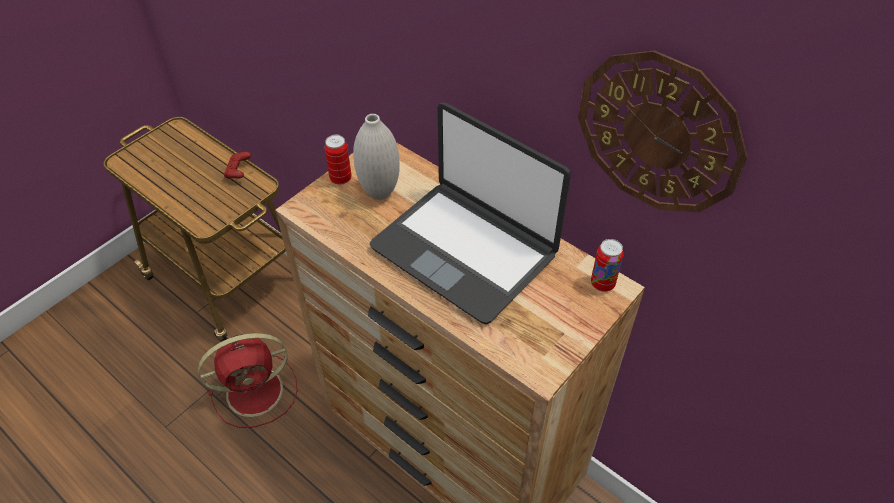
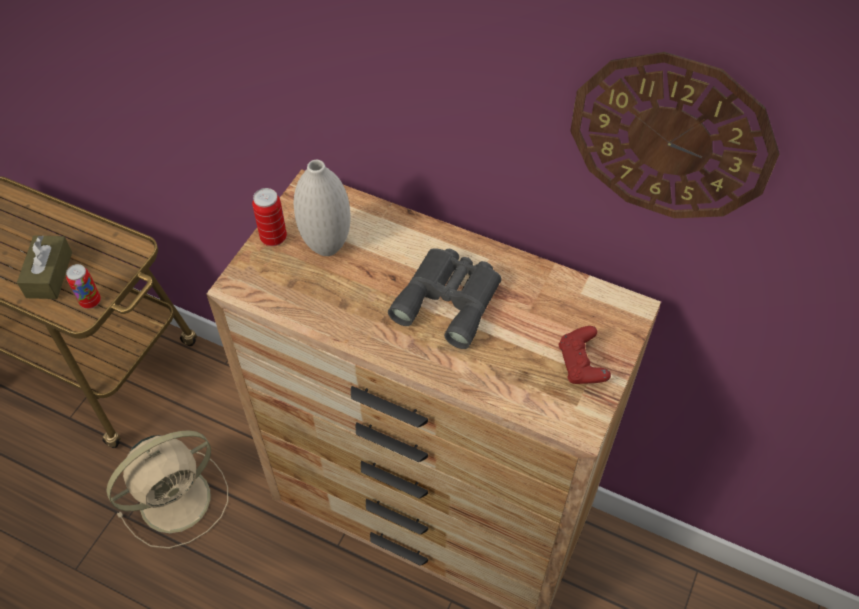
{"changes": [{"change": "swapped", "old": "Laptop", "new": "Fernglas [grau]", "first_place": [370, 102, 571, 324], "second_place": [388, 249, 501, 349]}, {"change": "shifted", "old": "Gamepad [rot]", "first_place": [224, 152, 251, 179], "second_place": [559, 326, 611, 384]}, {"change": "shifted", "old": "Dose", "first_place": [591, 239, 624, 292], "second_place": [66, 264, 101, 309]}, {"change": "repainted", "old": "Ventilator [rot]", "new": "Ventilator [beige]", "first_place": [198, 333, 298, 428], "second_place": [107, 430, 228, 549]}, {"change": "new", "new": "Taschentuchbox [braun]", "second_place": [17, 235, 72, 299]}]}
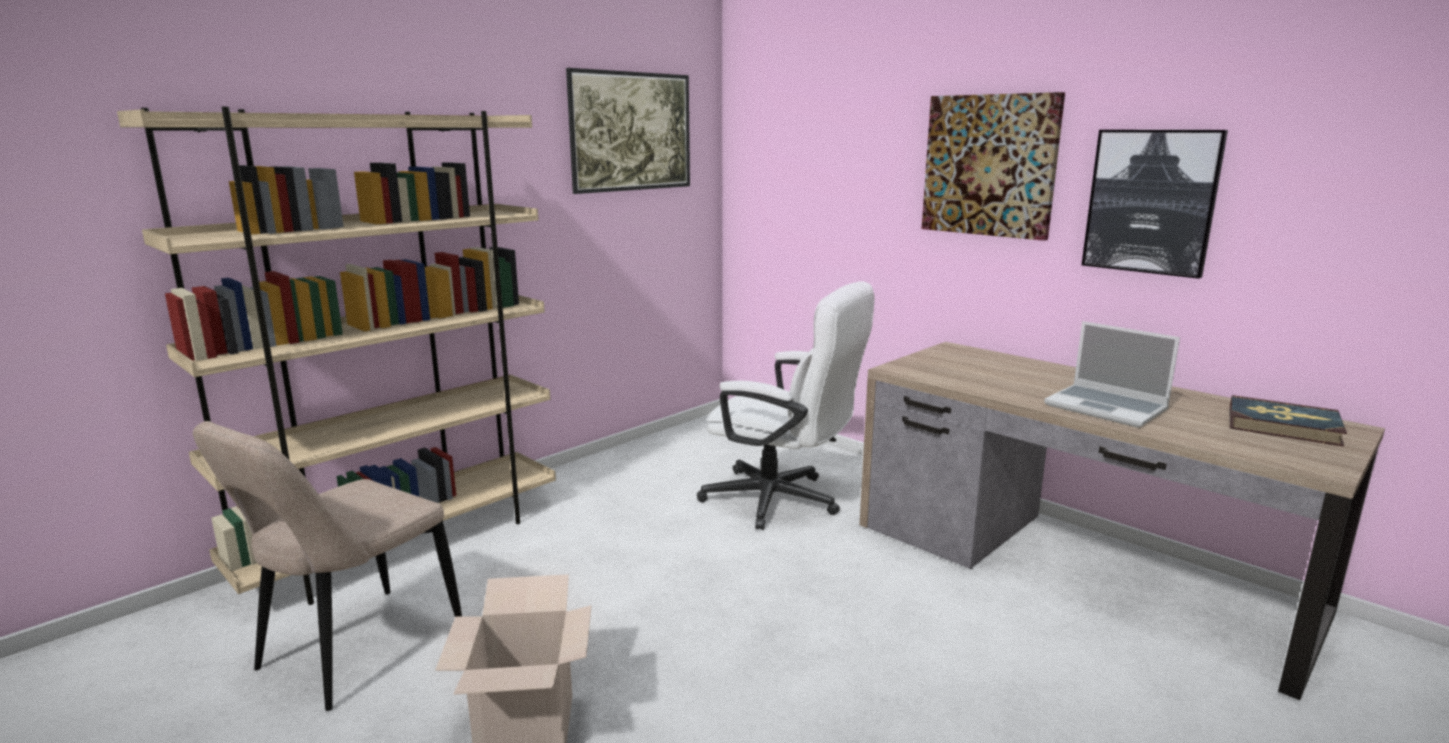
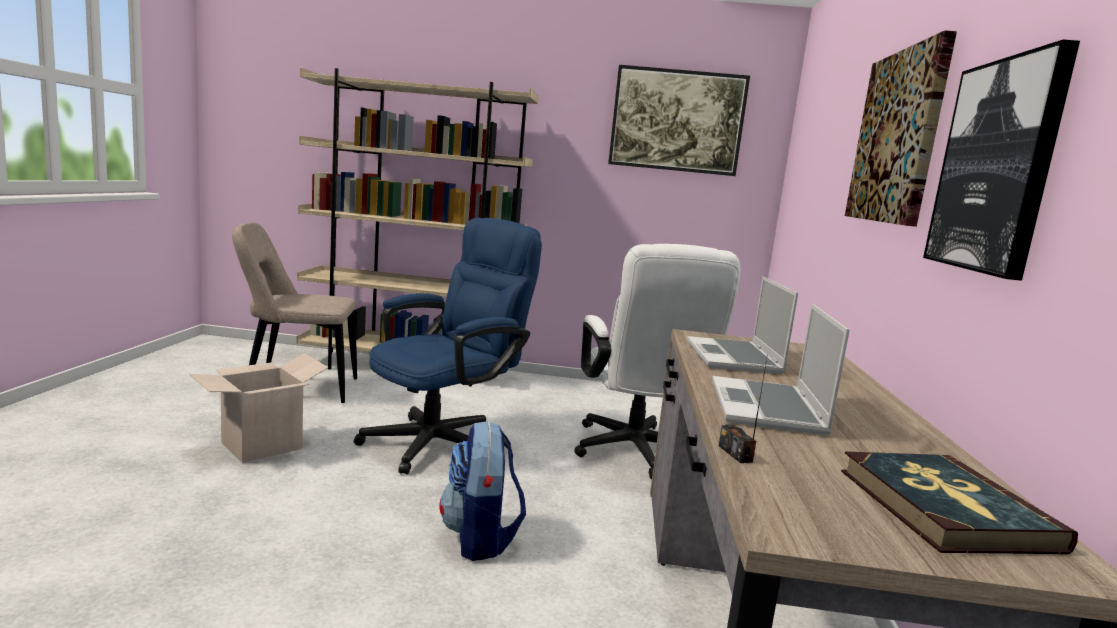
{"changes": [{"change": "new", "new": "Bürostuhl [blau]", "second_place": [354, 218, 542, 474]}, {"change": "new", "new": "Laptop", "second_place": [687, 276, 798, 374]}, {"change": "new", "new": "Radio", "second_place": [719, 359, 767, 463]}, {"change": "new", "new": "Rucksack", "second_place": [439, 421, 526, 561]}]}
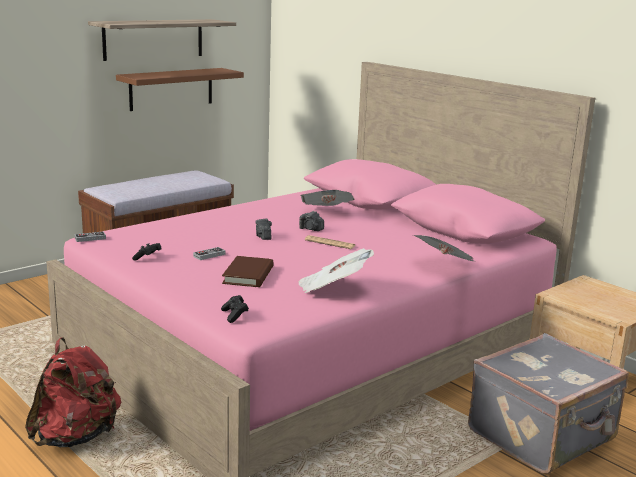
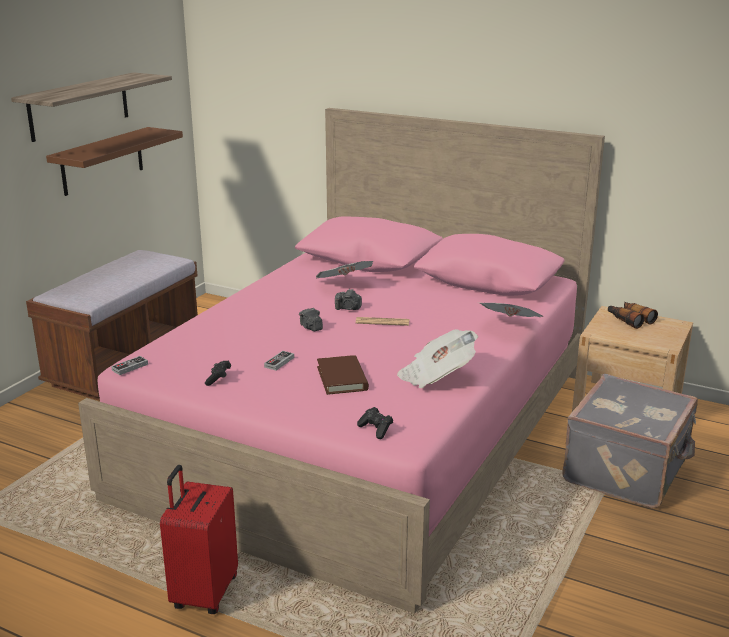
{"changes": [{"change": "swapped", "old": "Rucksack [rot]", "new": "Koffer [rot]", "first_place": [25, 338, 121, 447], "second_place": [160, 465, 238, 614]}, {"change": "new", "new": "Fernglas", "second_place": [608, 301, 658, 329]}]}
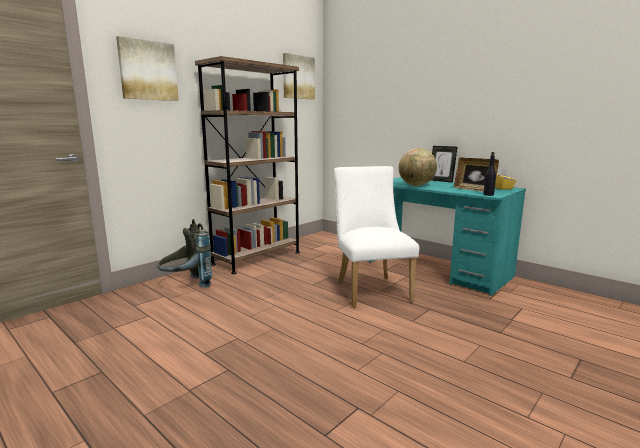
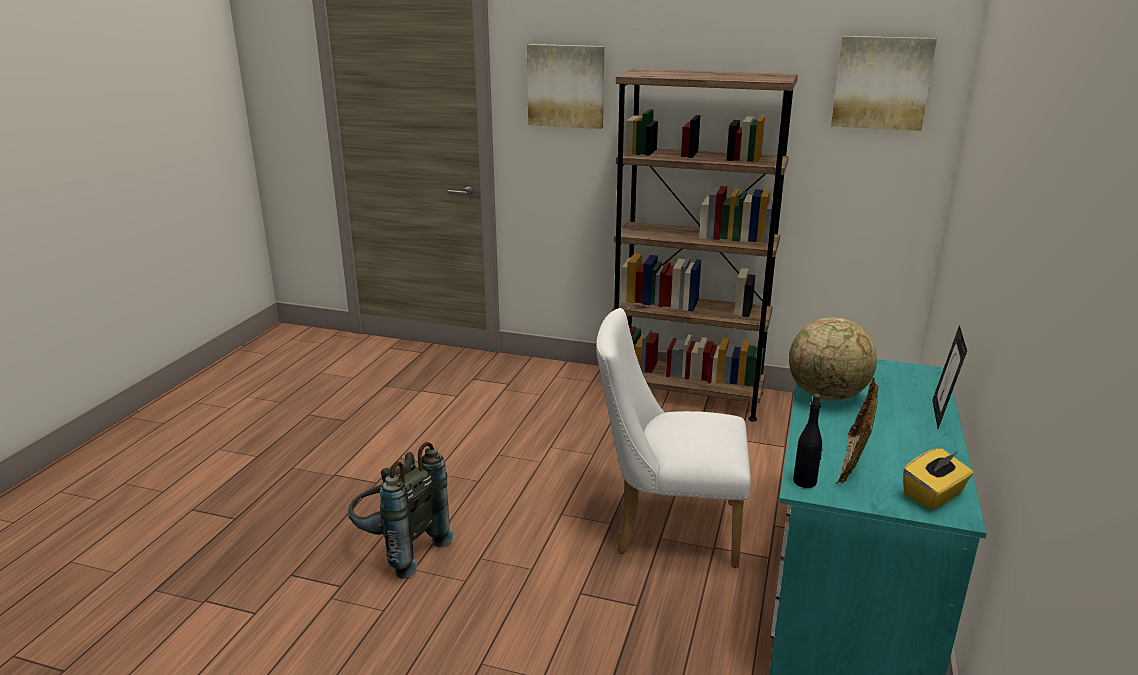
{"changes": [{"change": "rotated", "old": "Stuhl [weiß]", "first_place": [334, 166, 419, 308], "second_place": [596, 308, 751, 568], "degrees": -135}, {"change": "shifted", "old": "Rucksack [grau]", "first_place": [157, 219, 212, 288], "second_place": [348, 442, 454, 579]}]}
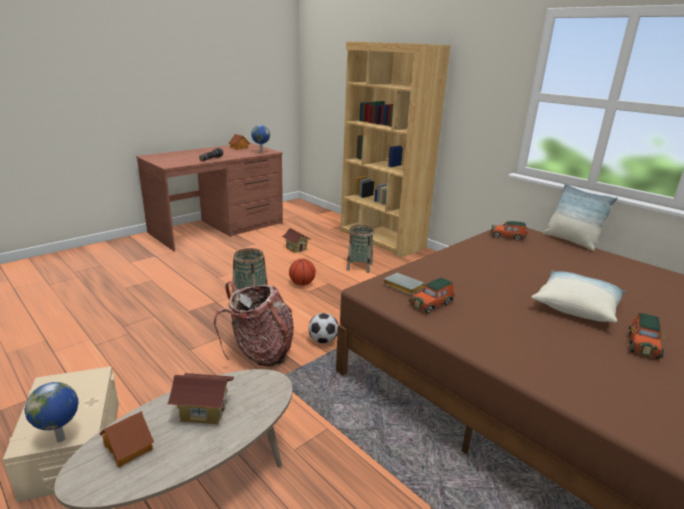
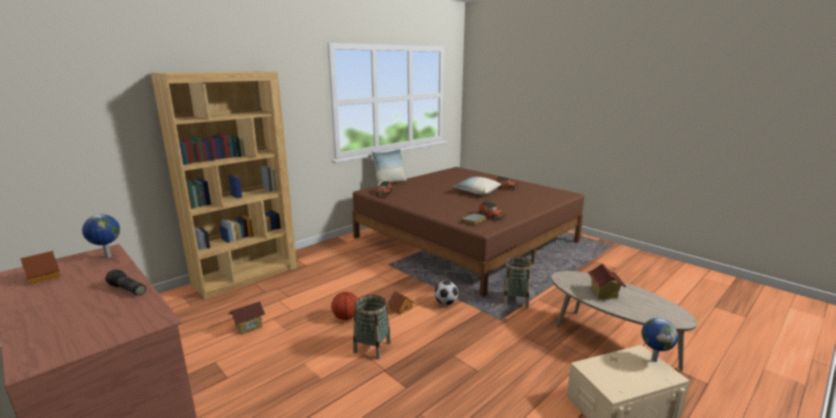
{"changes": [{"change": "shifted", "old": "Korb", "first_place": [346, 225, 375, 273], "second_place": [503, 256, 532, 308]}, {"change": "gone", "old": "Rucksack", "first_place": [214, 281, 294, 367]}, {"change": "shifted", "old": "Spielzeughaus", "first_place": [100, 411, 154, 467], "second_place": [387, 291, 414, 314]}]}
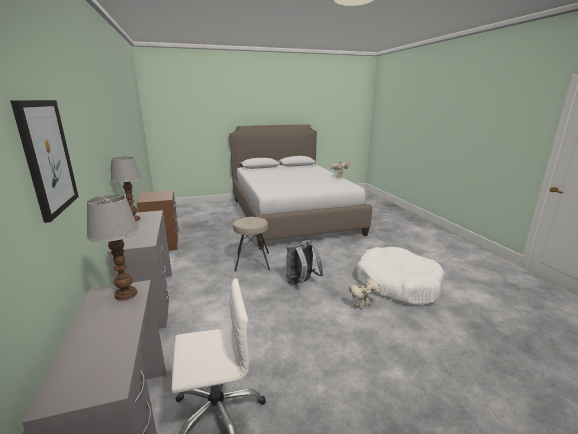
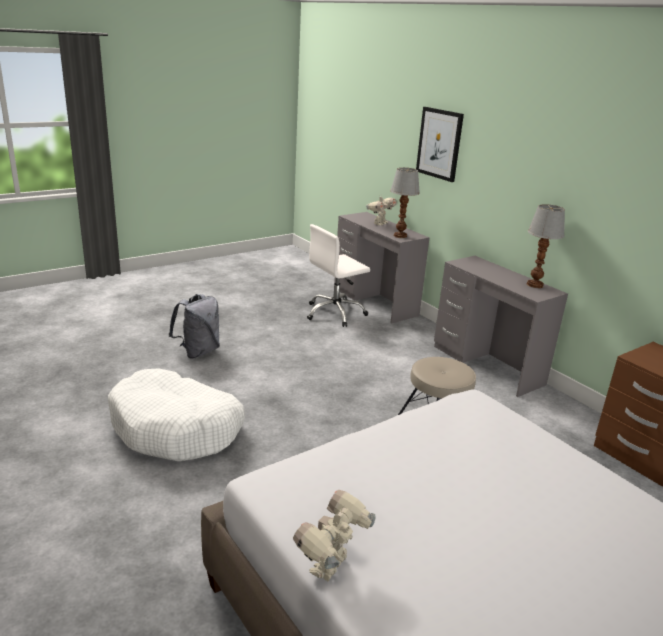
{"changes": [{"change": "shifted", "old": "Rucksack [grau]", "first_place": [286, 240, 323, 284], "second_place": [169, 294, 220, 359]}, {"change": "shifted", "old": "Spielzeugroboter", "first_place": [349, 278, 382, 309], "second_place": [366, 194, 397, 225]}]}
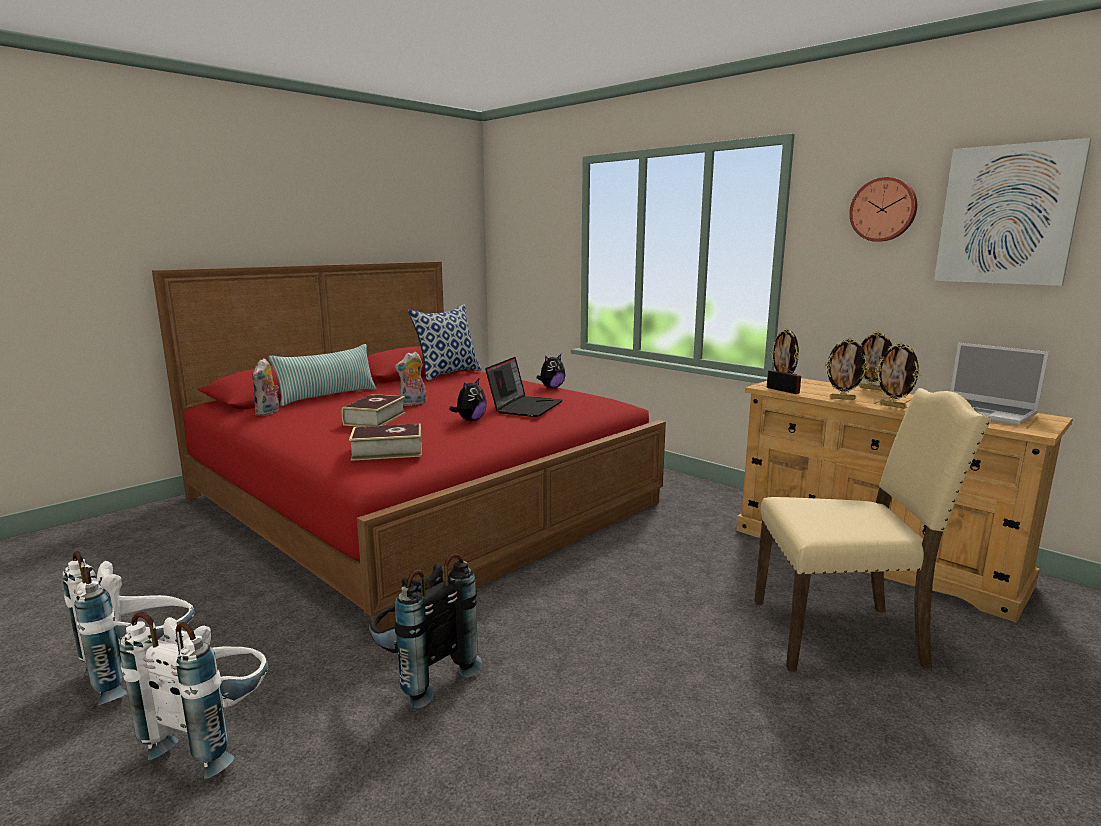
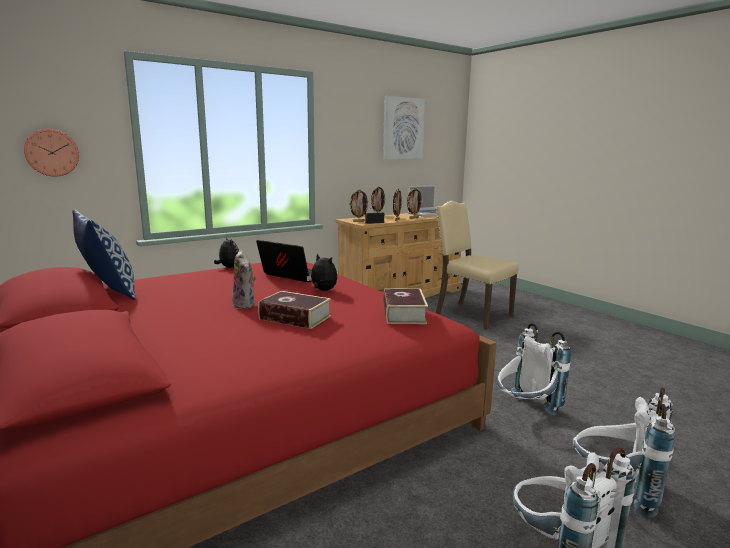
{"changes": [{"change": "shifted", "old": "Wanduhr", "first_place": [849, 177, 917, 242], "second_place": [24, 129, 79, 176]}, {"change": "gone", "old": "Kissen", "first_place": [269, 344, 377, 406]}, {"change": "gone", "old": "Plüschtier", "first_place": [252, 358, 279, 416]}, {"change": "rotated", "old": "Stuhl [beige]", "first_place": [755, 388, 992, 671], "second_place": [435, 201, 519, 330], "degrees": -60}, {"change": "repainted", "old": "Rucksack [schwarz]", "new": "Rucksack [weiß]", "first_place": [369, 553, 482, 708], "second_place": [497, 323, 571, 416]}]}
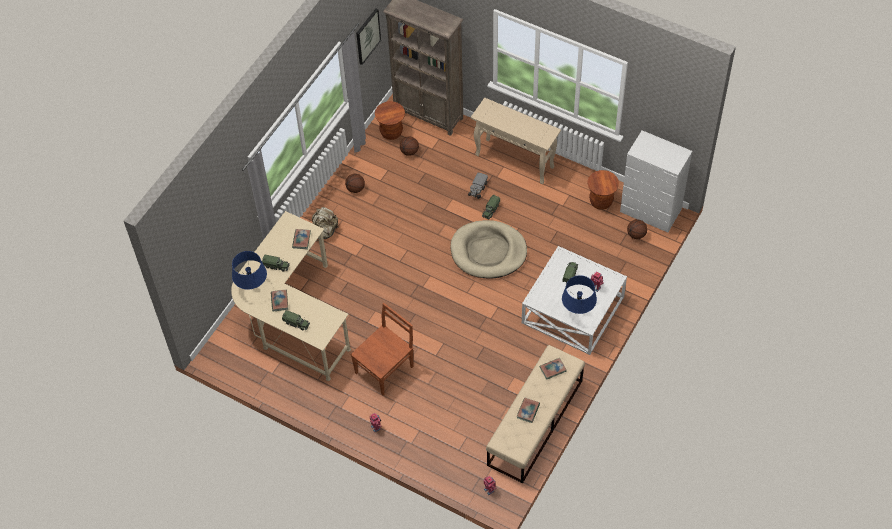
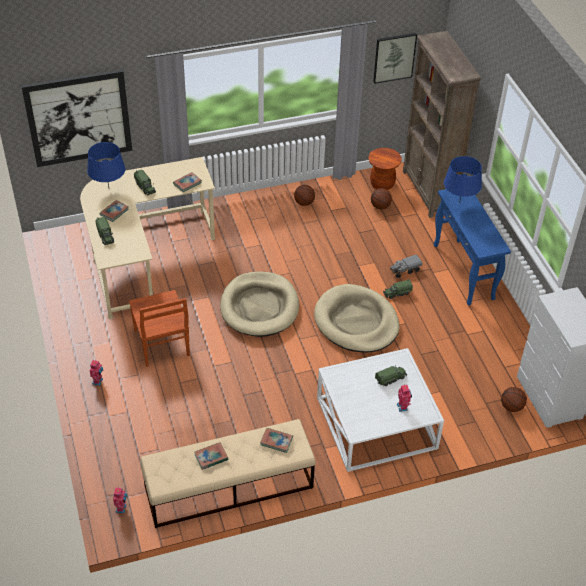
{"changes": [{"change": "repainted", "old": "Konsolentisch [beige]", "new": "Konsolentisch [blau]", "first_place": [471, 97, 561, 184], "second_place": [433, 189, 511, 305]}, {"change": "gone", "old": "Hocker [braun]", "first_place": [587, 170, 619, 210]}, {"change": "gone", "old": "Rucksack [beige]", "first_place": [312, 207, 339, 241]}, {"change": "shifted", "old": "Tischlampe [blau]", "first_place": [562, 275, 597, 314], "second_place": [444, 156, 482, 203]}, {"change": "rotated", "old": "Stuhl [braun]", "first_place": [351, 303, 413, 396], "second_place": [129, 290, 190, 367], "degrees": 75}, {"change": "new", "new": "Bild", "second_place": [21, 70, 132, 167]}, {"change": "new", "new": "Hundebett [beige]", "second_place": [220, 271, 299, 337]}]}
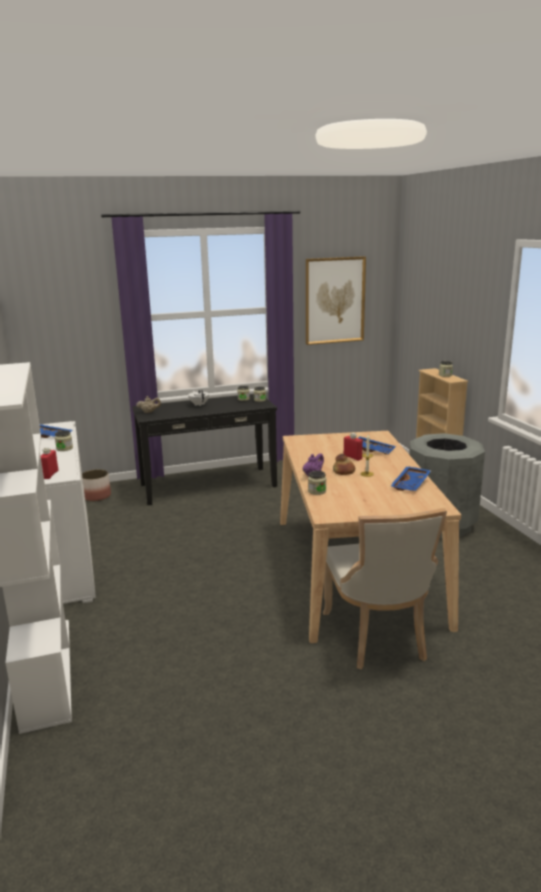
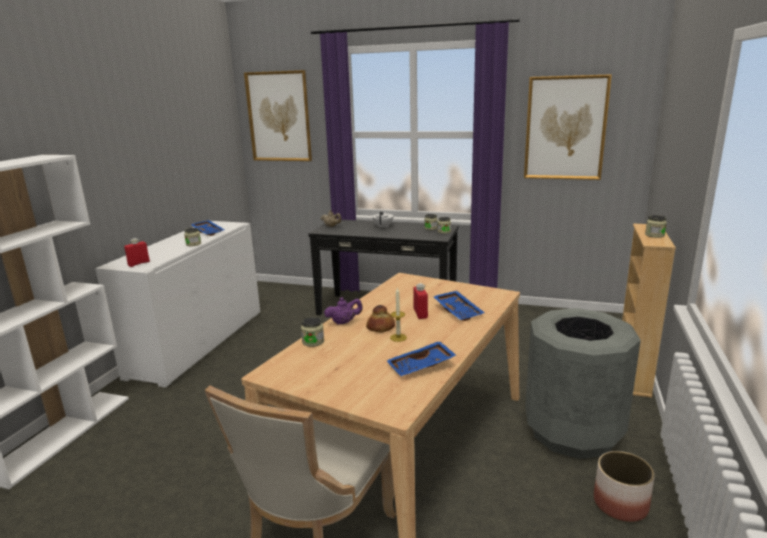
{"changes": [{"change": "shifted", "old": "Pflanzkübel", "first_place": [82, 469, 111, 501], "second_place": [594, 451, 655, 522]}, {"change": "new", "new": "Bild", "second_place": [244, 70, 312, 161]}]}
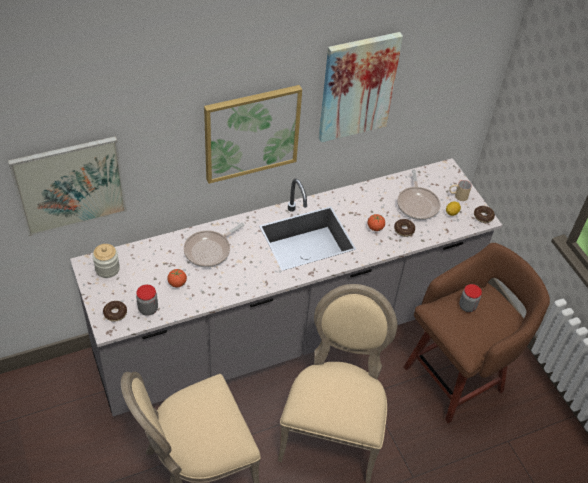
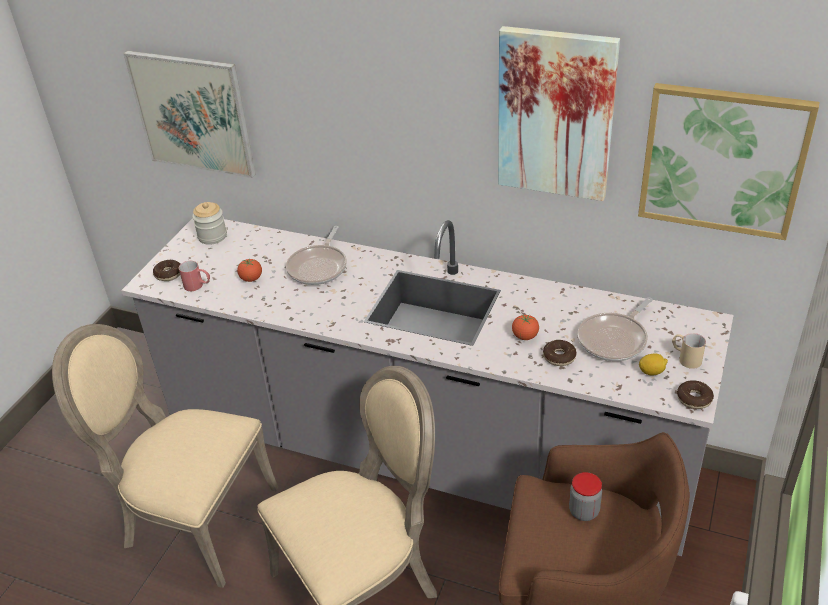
{"changes": [{"change": "shifted", "old": "Bild", "first_place": [204, 85, 302, 184], "second_place": [638, 83, 820, 240]}, {"change": "rotated", "old": "Pfanne", "first_place": [184, 223, 244, 267], "second_place": [286, 226, 347, 285], "degrees": -75}, {"change": "swapped", "old": "Vorratsglas", "new": "Henkelbecher [rot]", "first_place": [136, 285, 158, 316], "second_place": [179, 261, 210, 291]}]}
